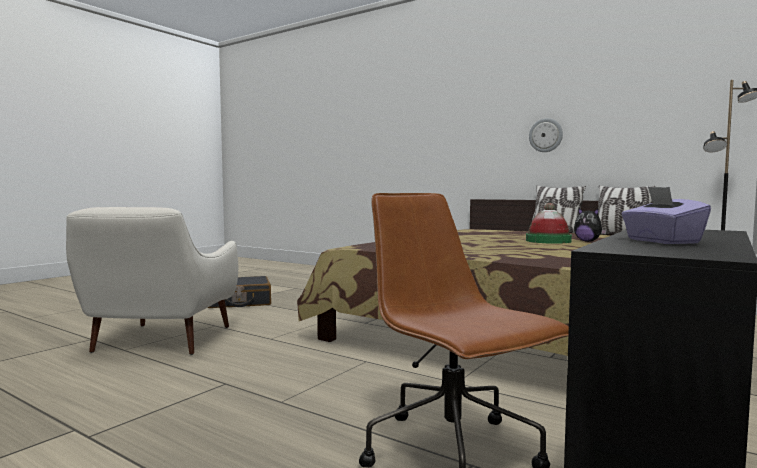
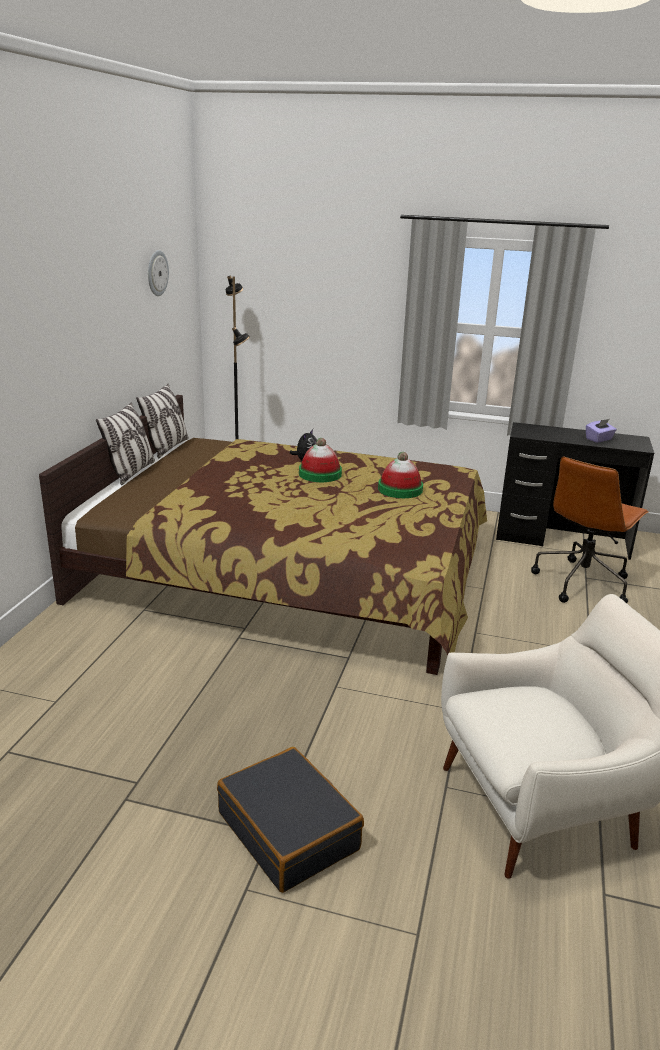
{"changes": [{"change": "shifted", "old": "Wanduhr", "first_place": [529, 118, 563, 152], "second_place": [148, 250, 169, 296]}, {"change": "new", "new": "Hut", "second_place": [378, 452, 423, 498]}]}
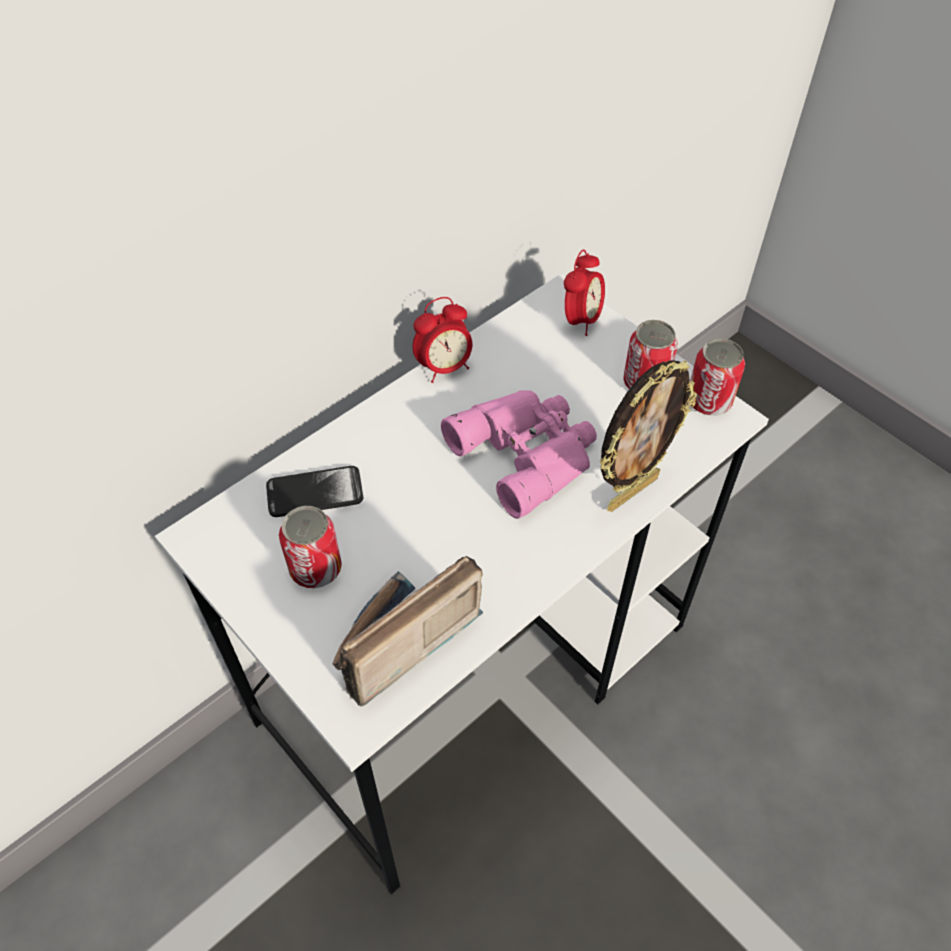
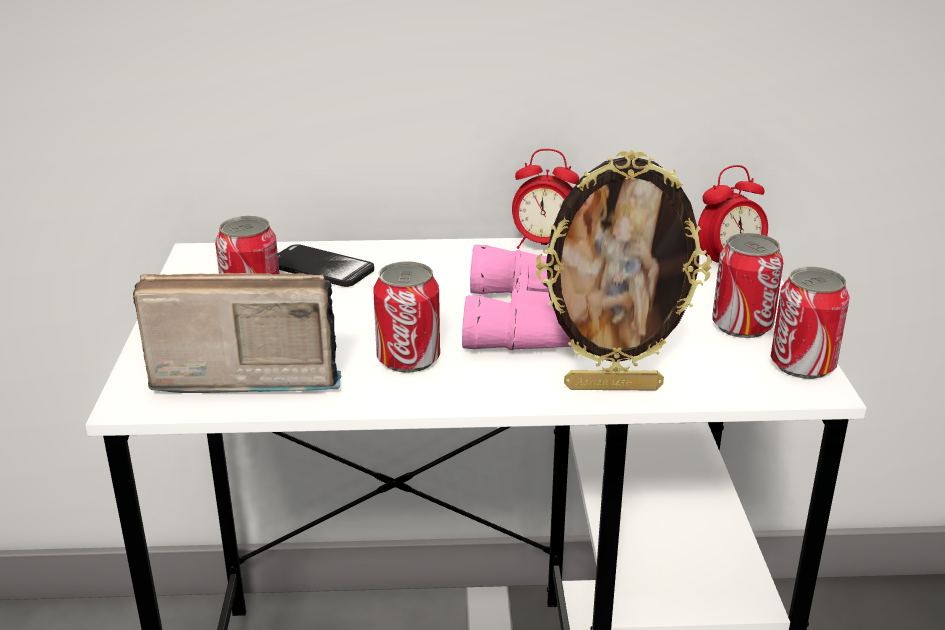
{"changes": [{"change": "new", "new": "Dose", "second_place": [373, 261, 440, 373]}]}
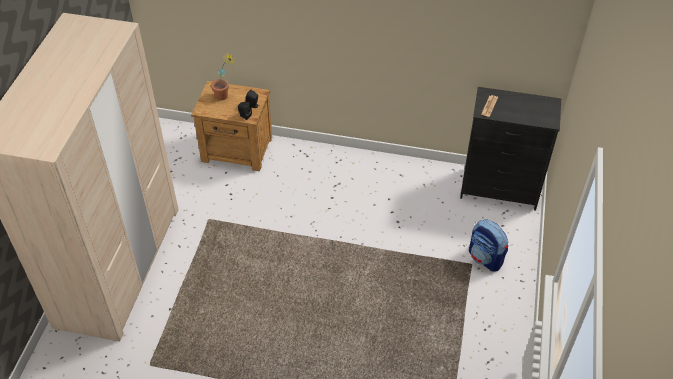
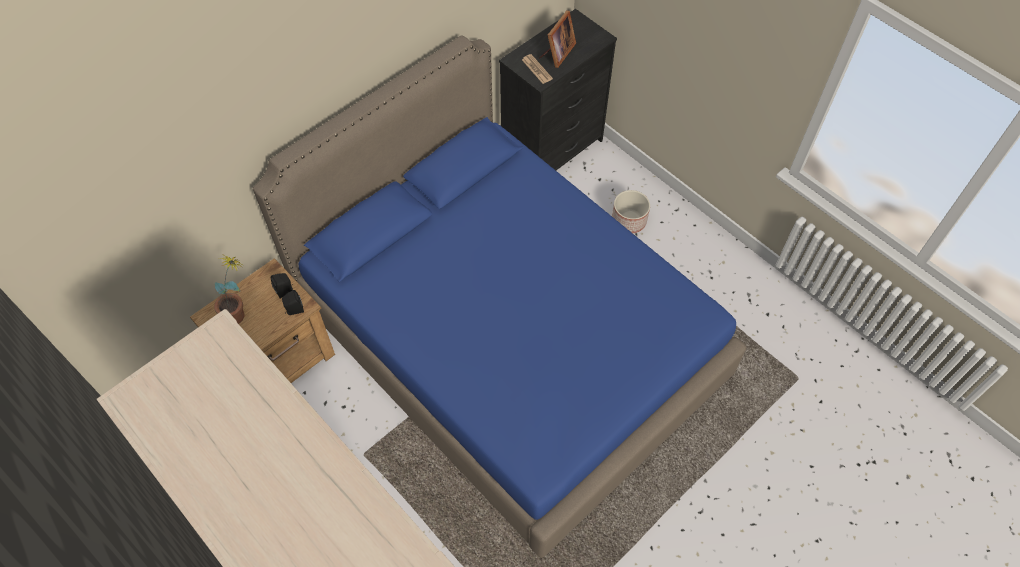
{"changes": [{"change": "swapped", "old": "Rucksack", "new": "Pflanzkübel", "first_place": [469, 219, 508, 272], "second_place": [612, 190, 650, 233]}, {"change": "new", "new": "Bilderrahmen", "second_place": [539, 10, 576, 68]}, {"change": "new", "new": "Bett [blau]", "second_place": [253, 35, 747, 558]}]}
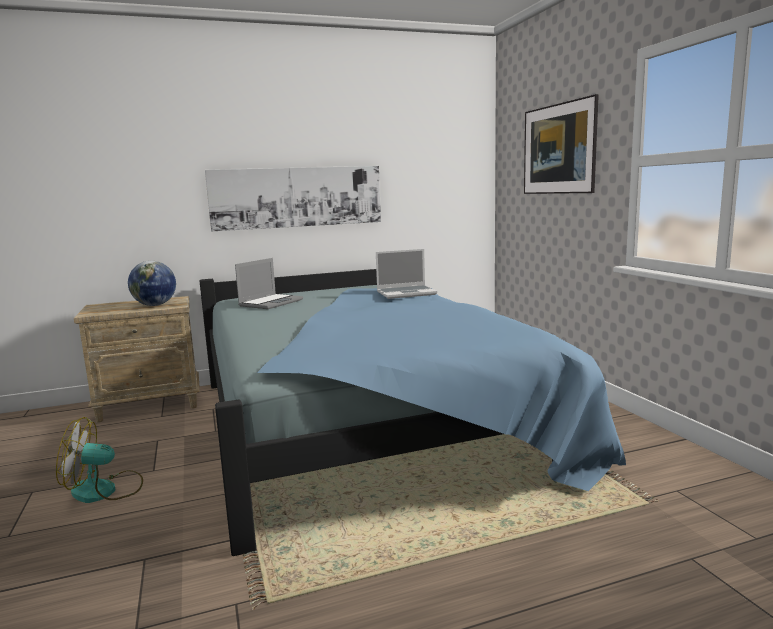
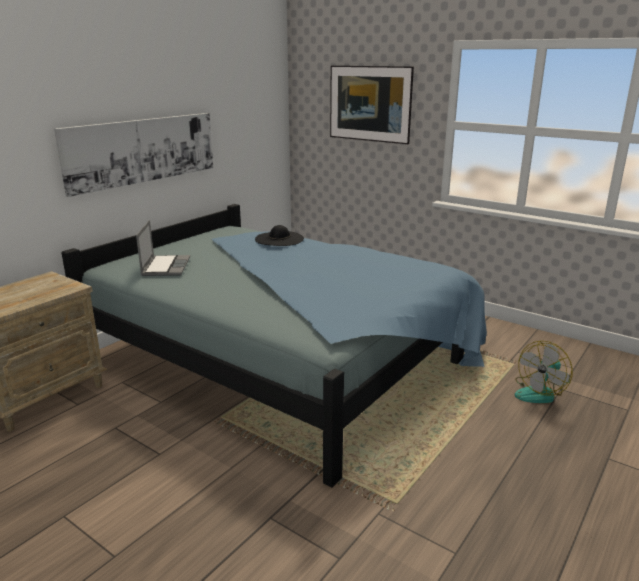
{"changes": [{"change": "swapped", "old": "Laptop", "new": "Hut [schwarz]", "first_place": [376, 249, 437, 299], "second_place": [255, 225, 304, 246]}, {"change": "gone", "old": "Globus", "first_place": [128, 261, 176, 306]}, {"change": "shifted", "old": "Ventilator", "first_place": [56, 417, 143, 503], "second_place": [515, 341, 573, 403]}]}
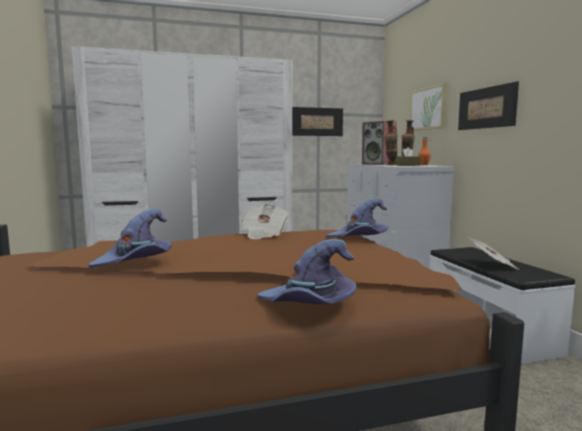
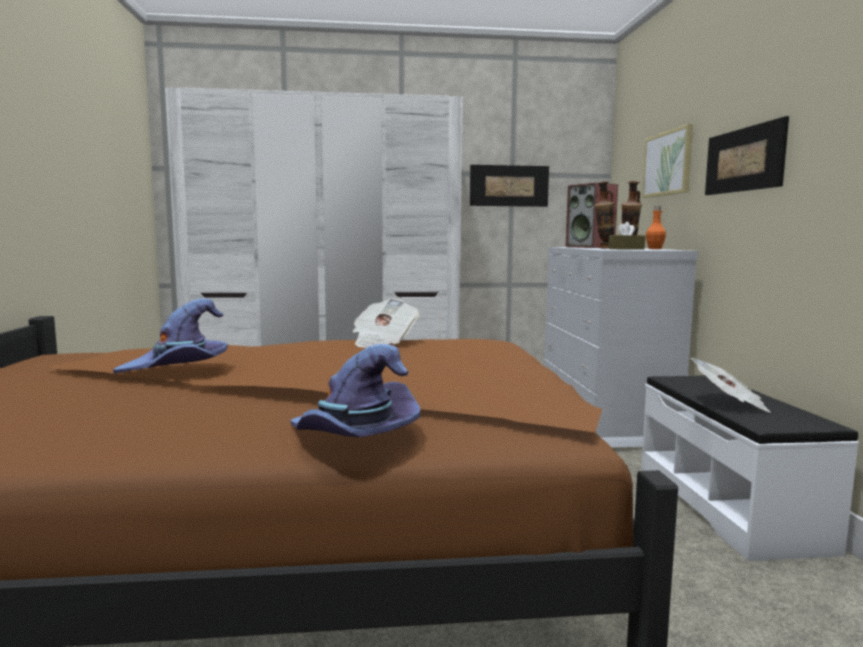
{"changes": [{"change": "gone", "old": "Hut [lila]", "first_place": [326, 198, 388, 238]}]}
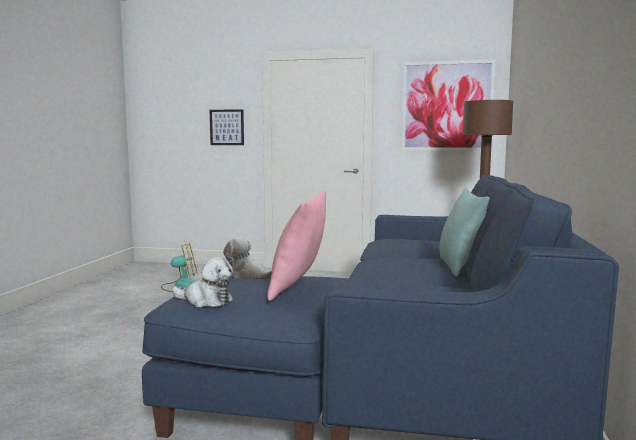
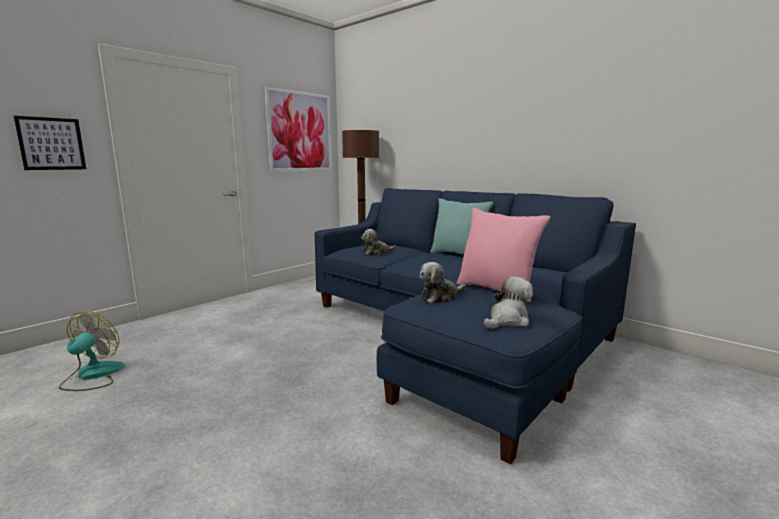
{"changes": [{"change": "new", "new": "Plüschtier", "second_place": [361, 229, 396, 255]}]}
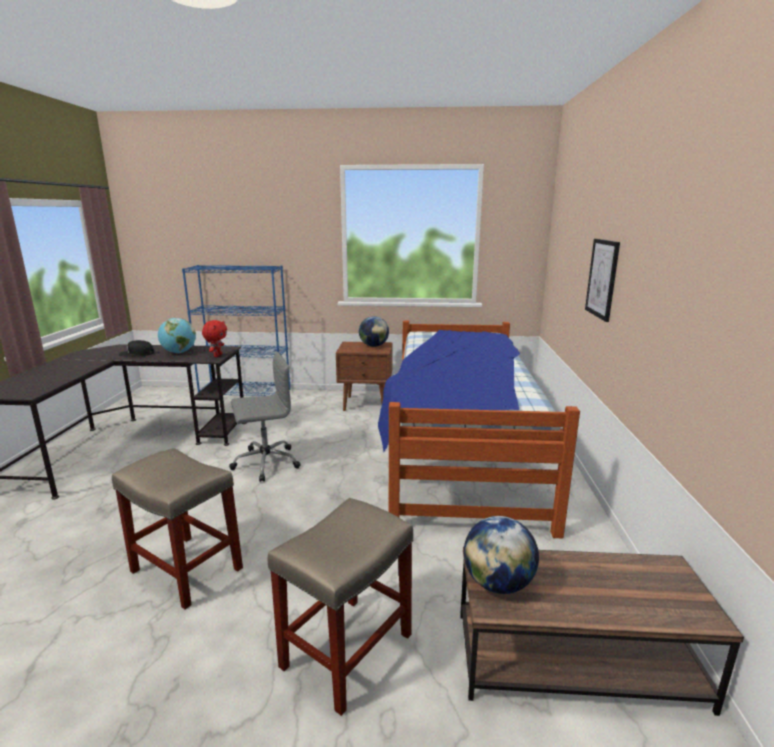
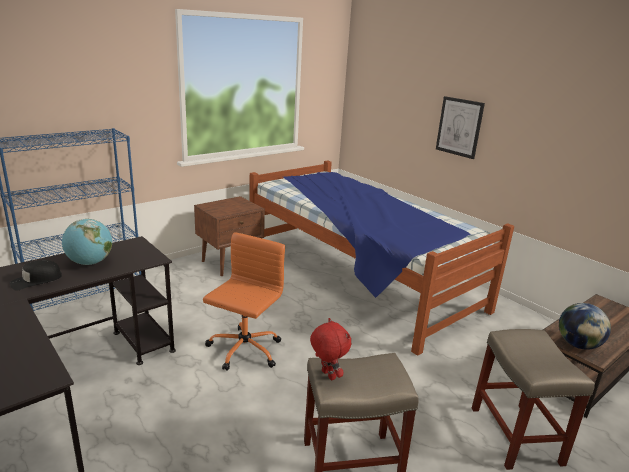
{"changes": [{"change": "gone", "old": "Globus", "first_place": [359, 316, 389, 347]}, {"change": "shifted", "old": "Plüschtier [rot]", "first_place": [202, 320, 227, 357], "second_place": [310, 318, 351, 381]}, {"change": "repainted", "old": "Bürostuhl [grau]", "new": "Bürostuhl [orange]", "first_place": [229, 352, 301, 482], "second_place": [203, 233, 285, 371]}]}
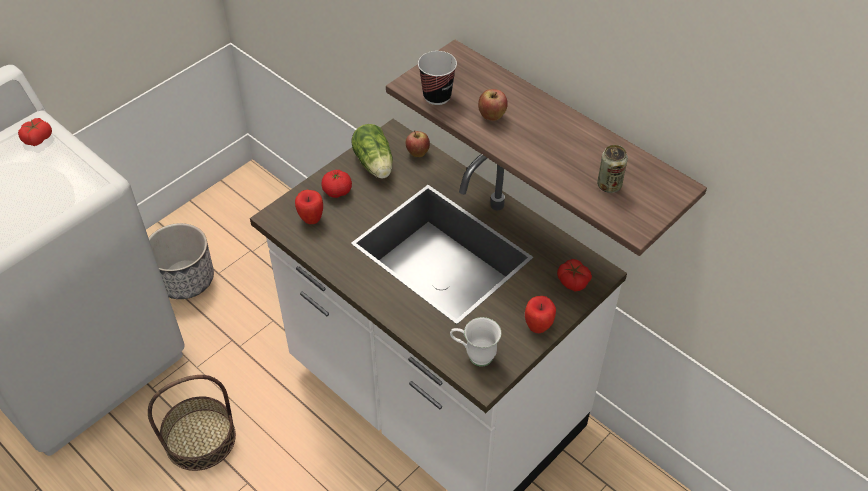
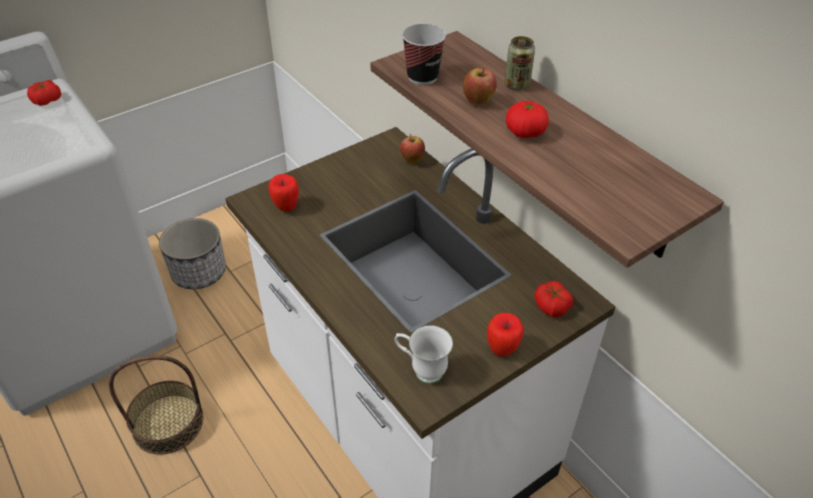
{"changes": [{"change": "gone", "old": "Salatkopf", "first_place": [351, 124, 393, 179]}, {"change": "shifted", "old": "Dose", "first_place": [597, 145, 628, 193], "second_place": [505, 36, 535, 90]}, {"change": "shifted", "old": "Tomate", "first_place": [321, 170, 352, 198], "second_place": [506, 101, 549, 138]}]}
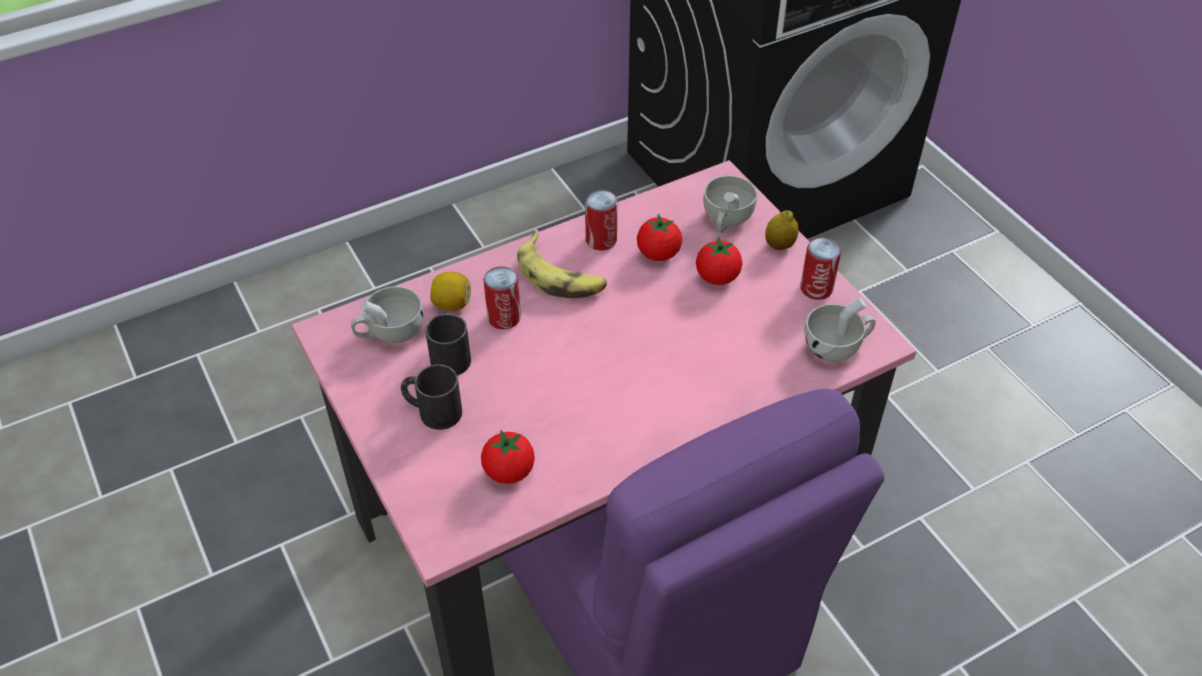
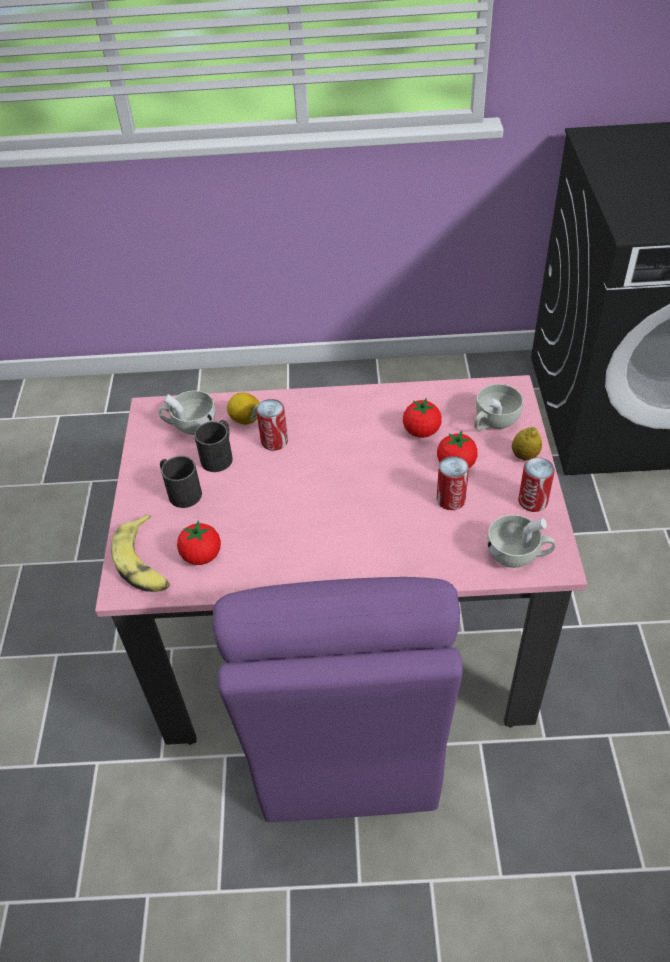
{"changes": [{"change": "shifted", "old": "Dose", "first_place": [585, 190, 618, 250], "second_place": [437, 456, 469, 510]}, {"change": "shifted", "old": "Banane", "first_place": [517, 233, 607, 298], "second_place": [111, 514, 170, 592]}]}
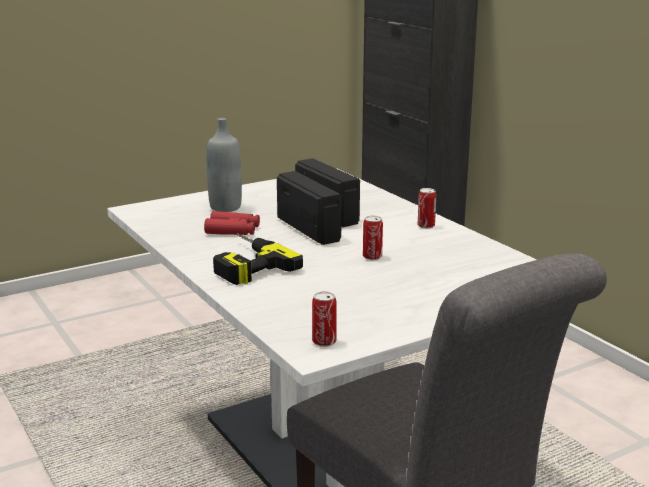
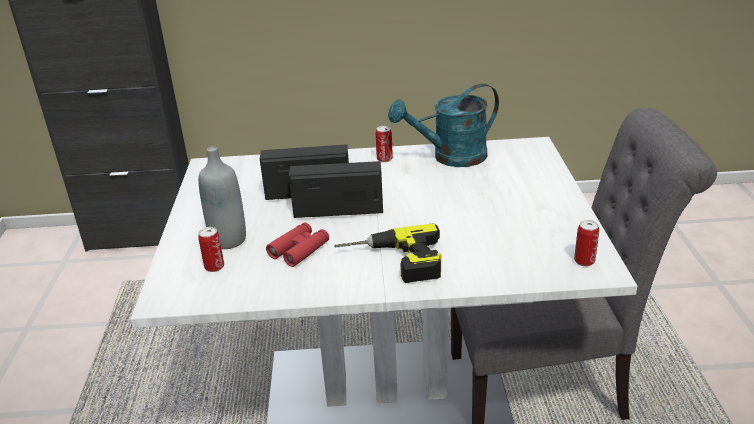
{"changes": [{"change": "shifted", "old": "Dose", "first_place": [363, 215, 383, 260], "second_place": [198, 227, 224, 272]}, {"change": "new", "new": "Gießkanne [türkis]", "second_place": [388, 83, 499, 167]}]}
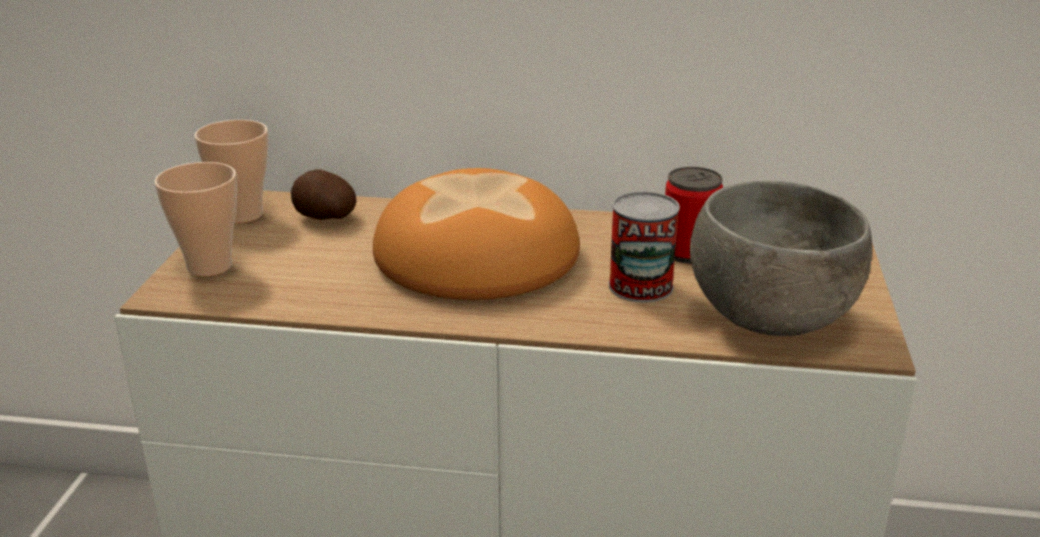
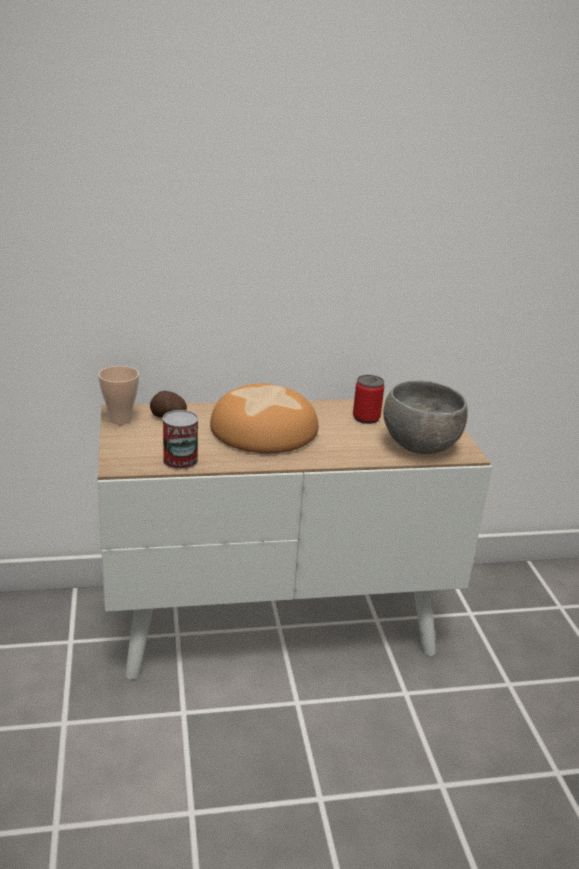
{"changes": [{"change": "gone", "old": "Tasse", "first_place": [154, 162, 237, 277]}, {"change": "shifted", "old": "Dose", "first_place": [609, 191, 680, 302], "second_place": [163, 410, 198, 470]}]}
